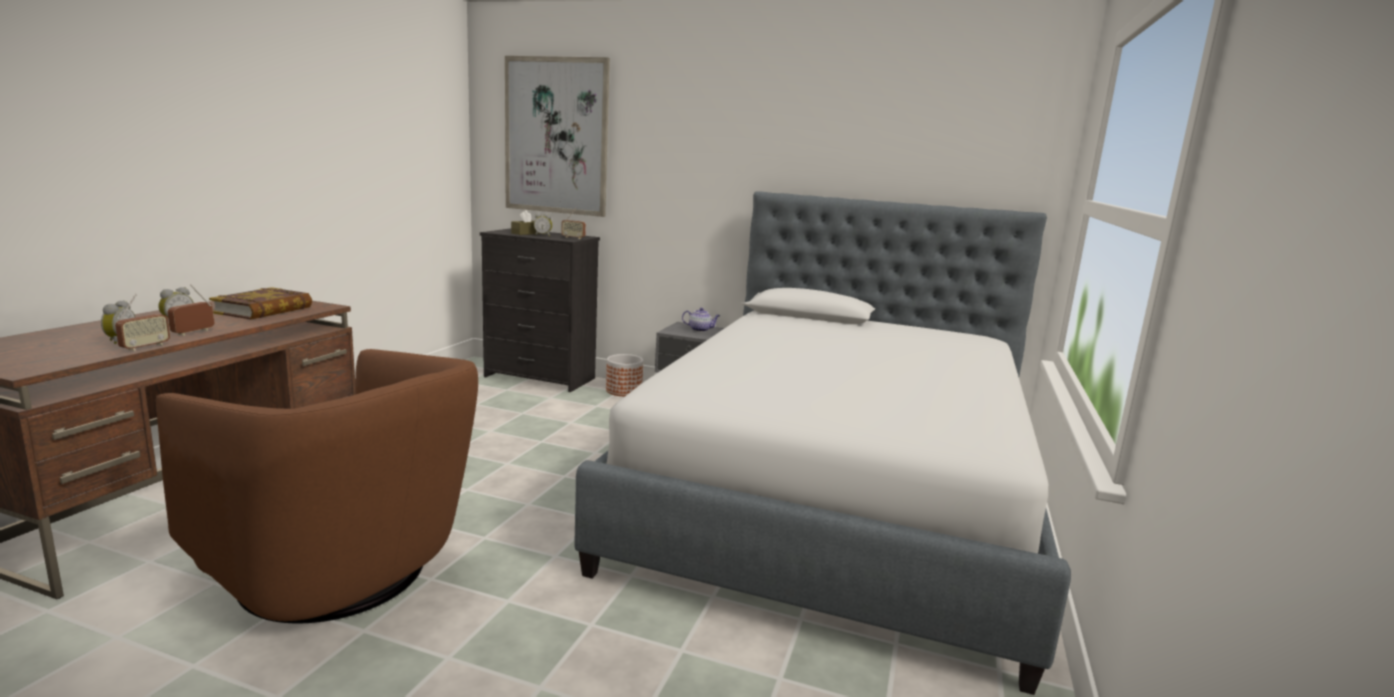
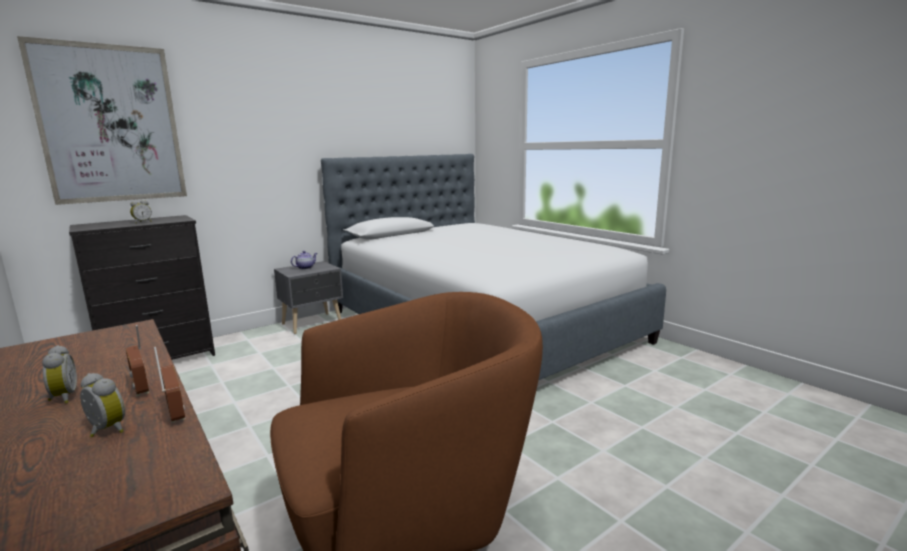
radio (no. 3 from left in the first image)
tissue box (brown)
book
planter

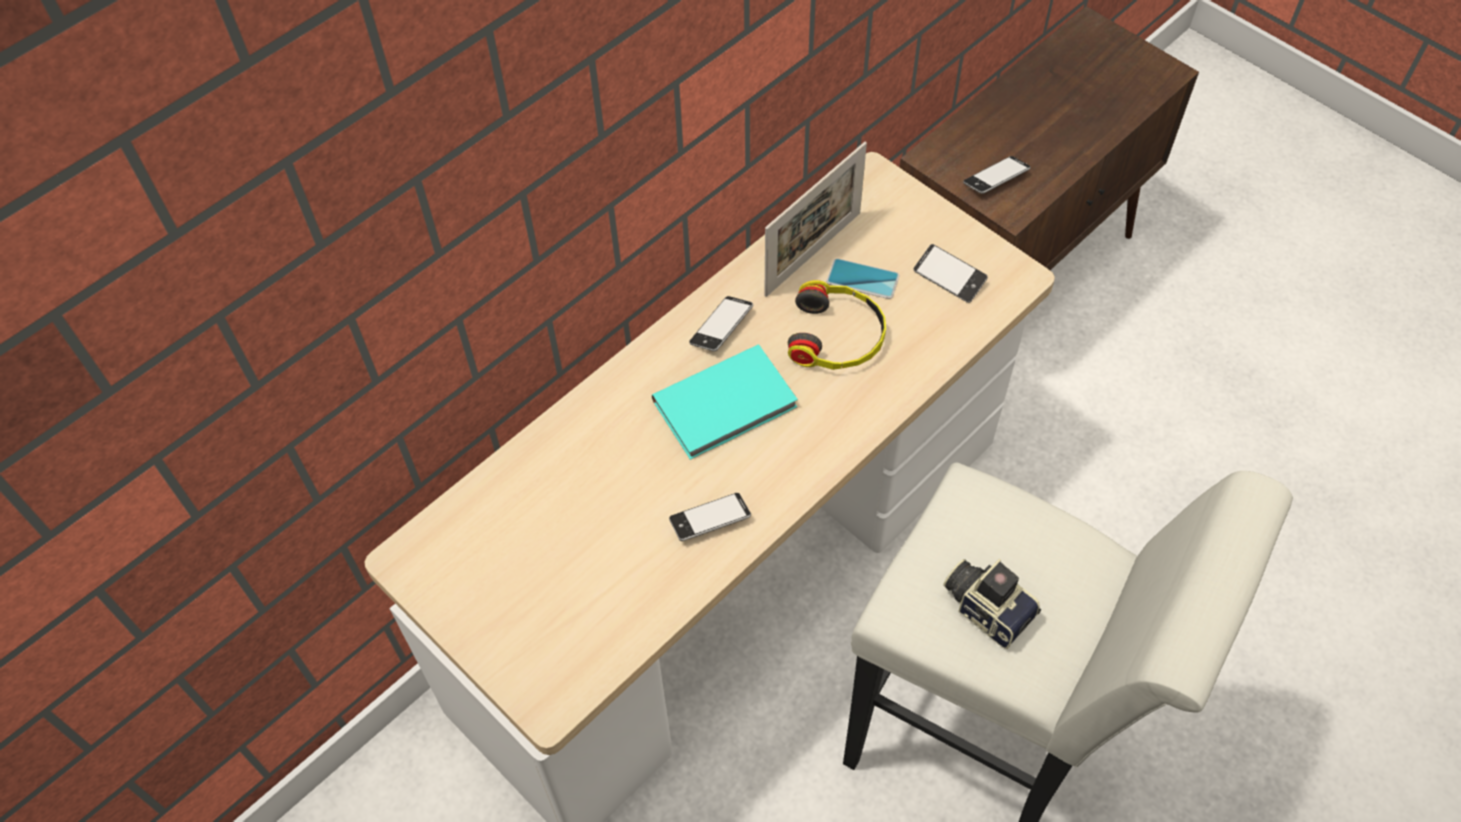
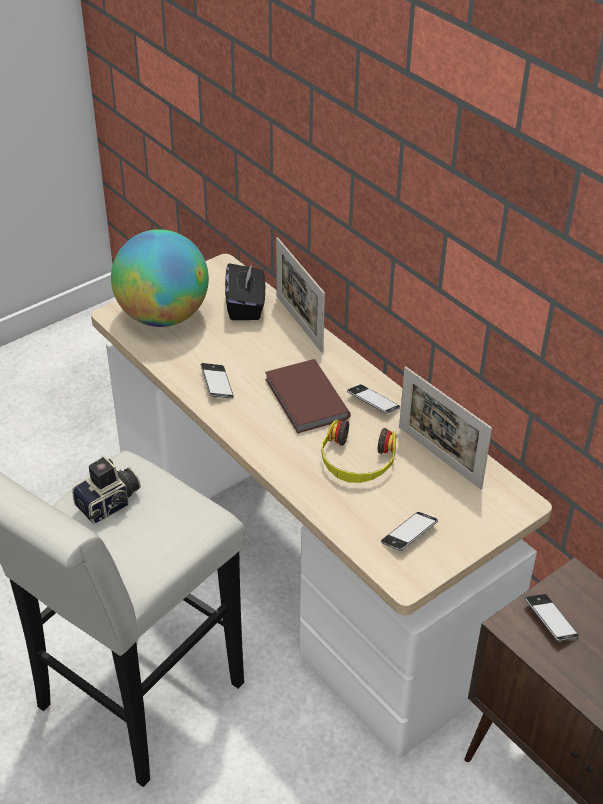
phone (no. 3 from left in the first image)
book (brown)
globe
picture frame (no. 1 from left)
tissue box (black)

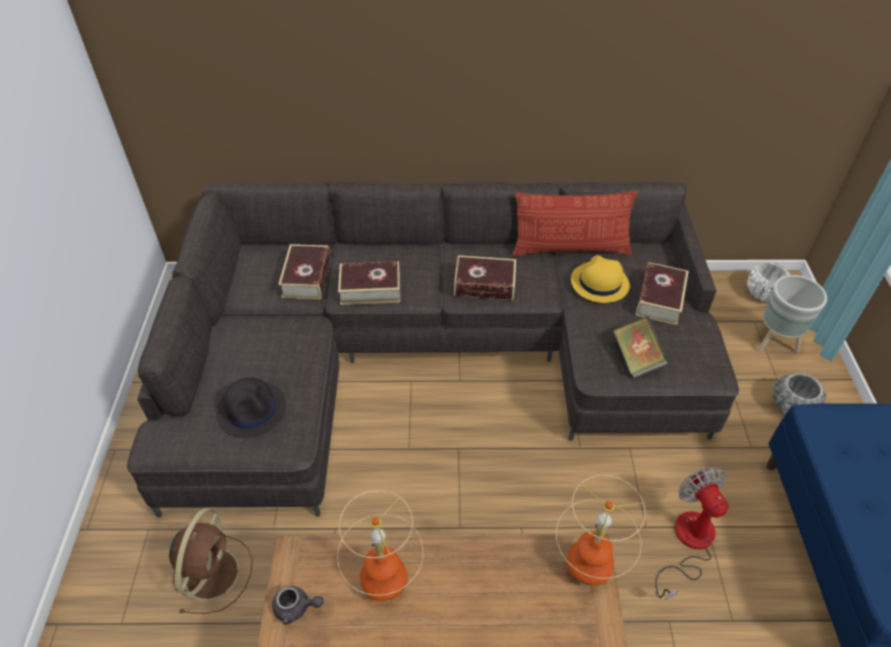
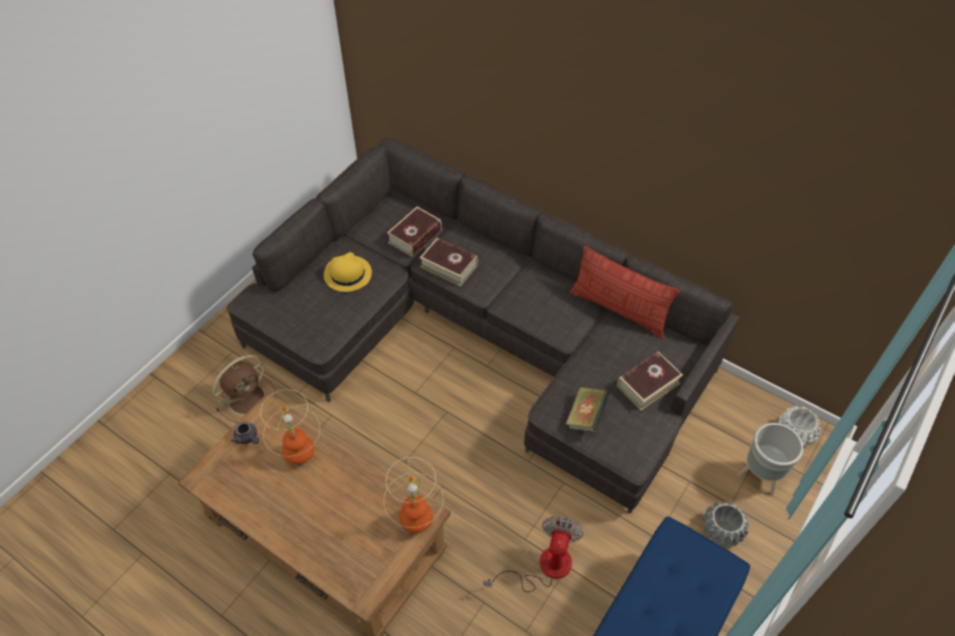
book (no. 3 from left in the first image)
hat (yellow)
hat (black)

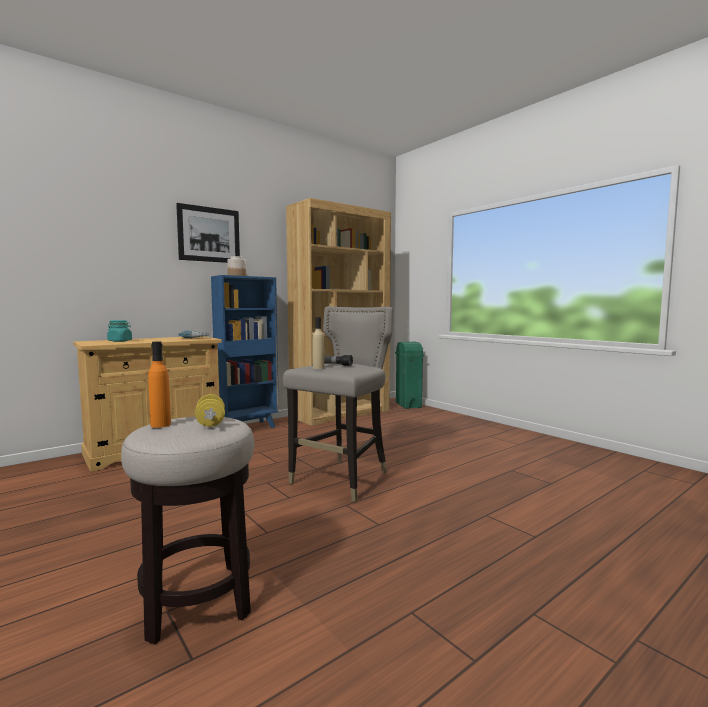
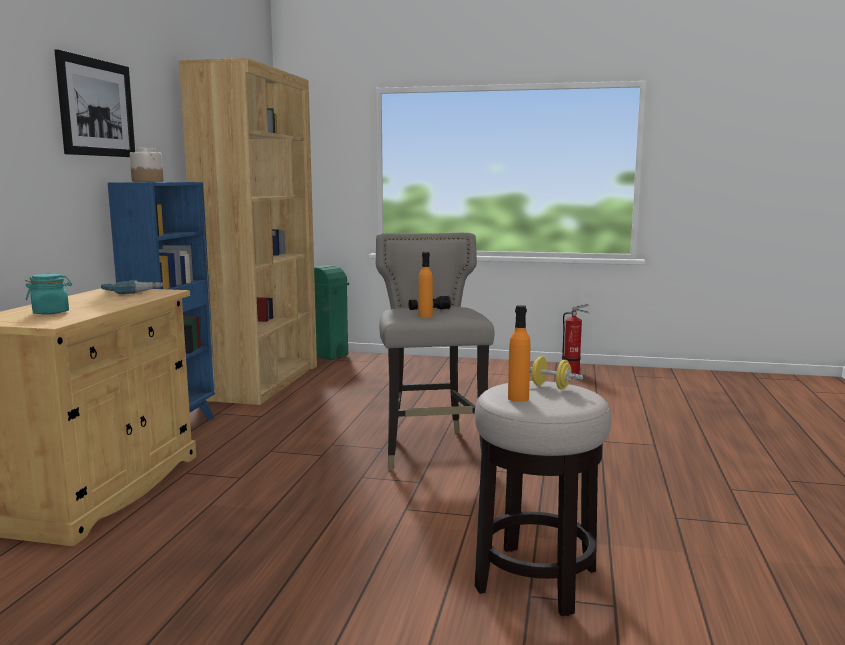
bottle (orange) (no. 1 from left)
fire extinguisher

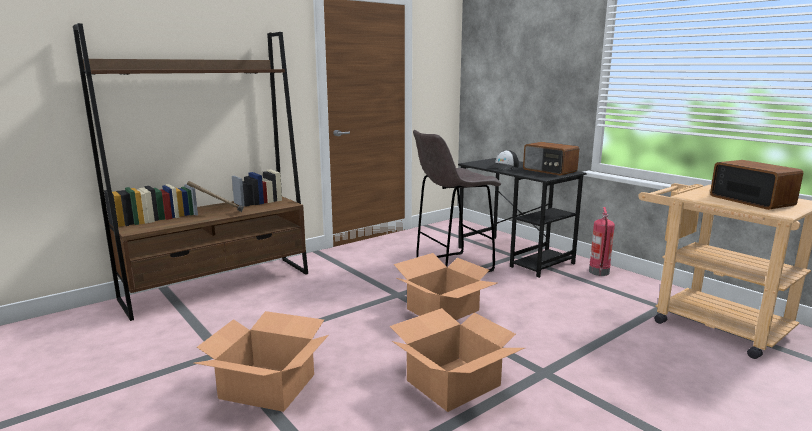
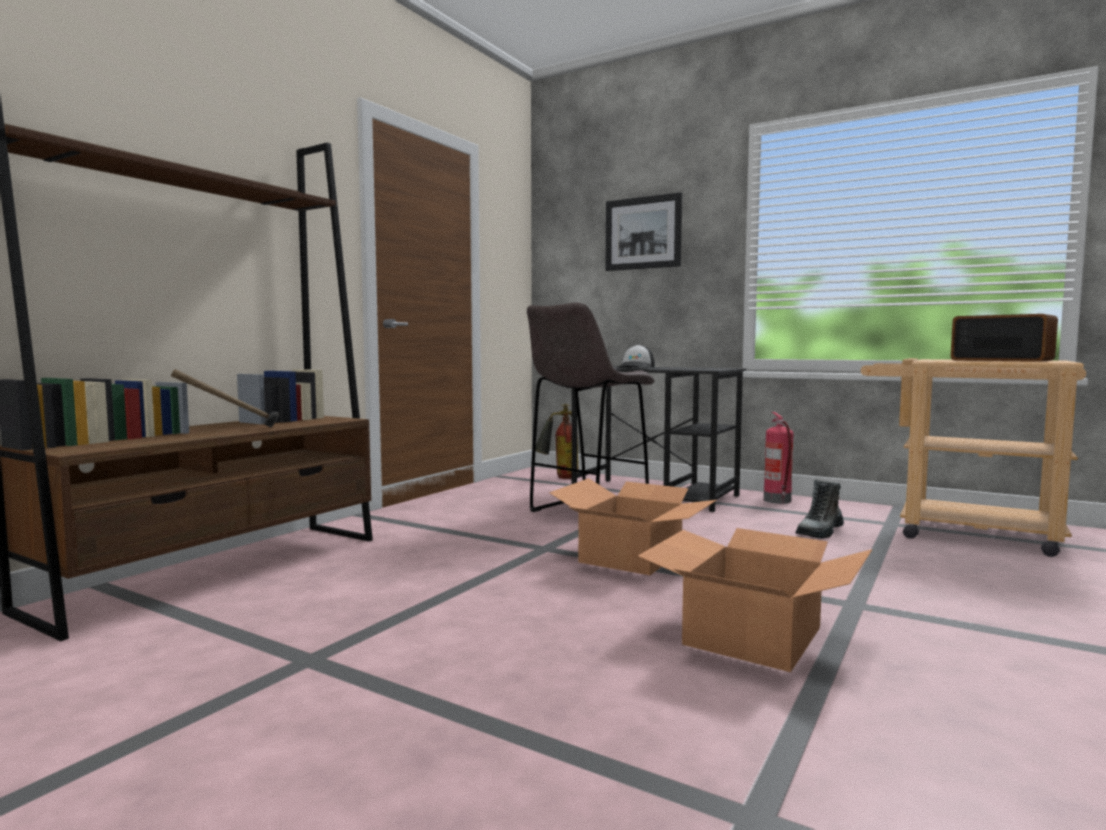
radio (no. 1 from left in the first image)
cardboard box (no. 1 from left in the first image)
picture
fire extinguisher (no. 1 from left)
boot

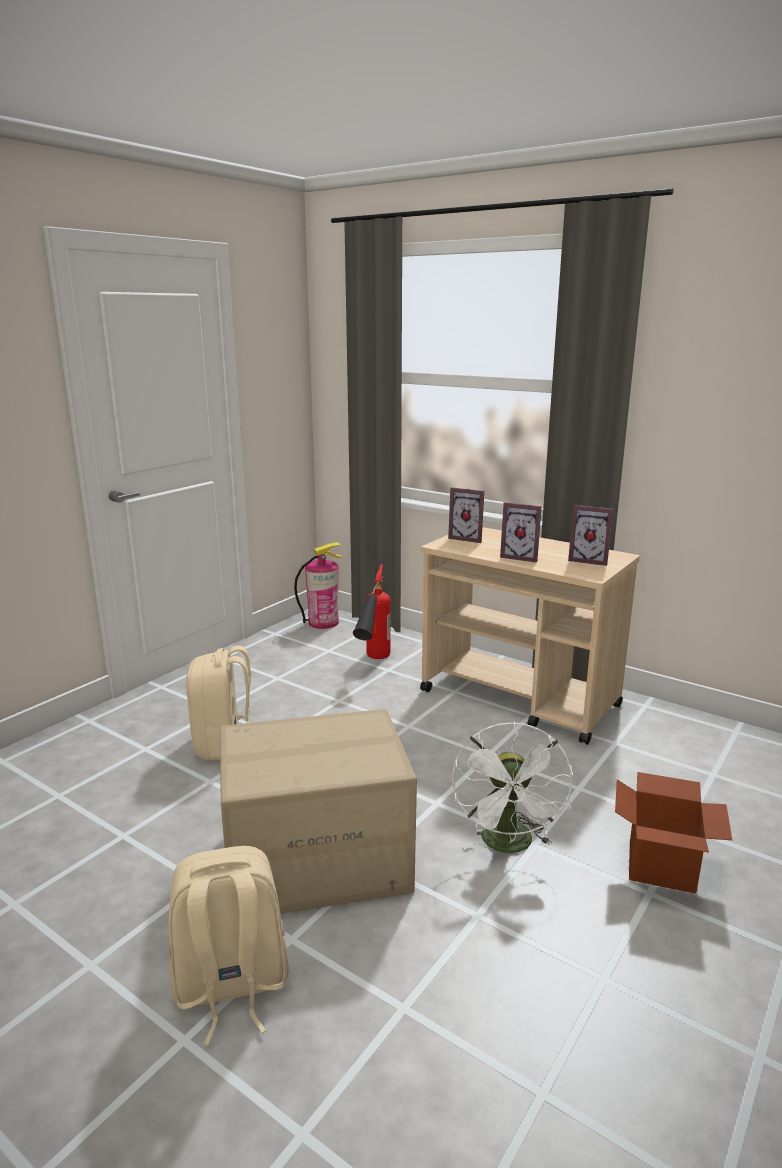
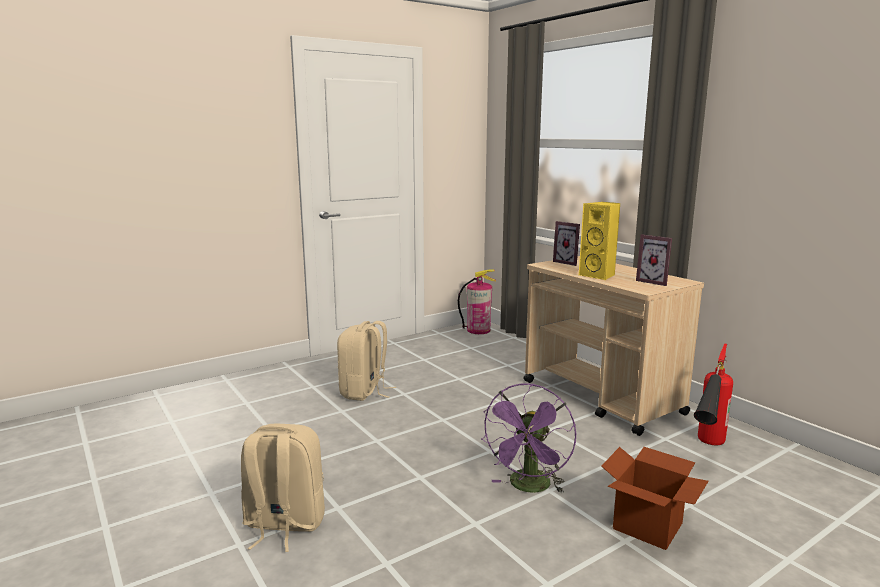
speaker (yellow)
fire extinguisher (no. 2 from left)
cardboard box (no. 1 from left in the first image)
fan (purple)

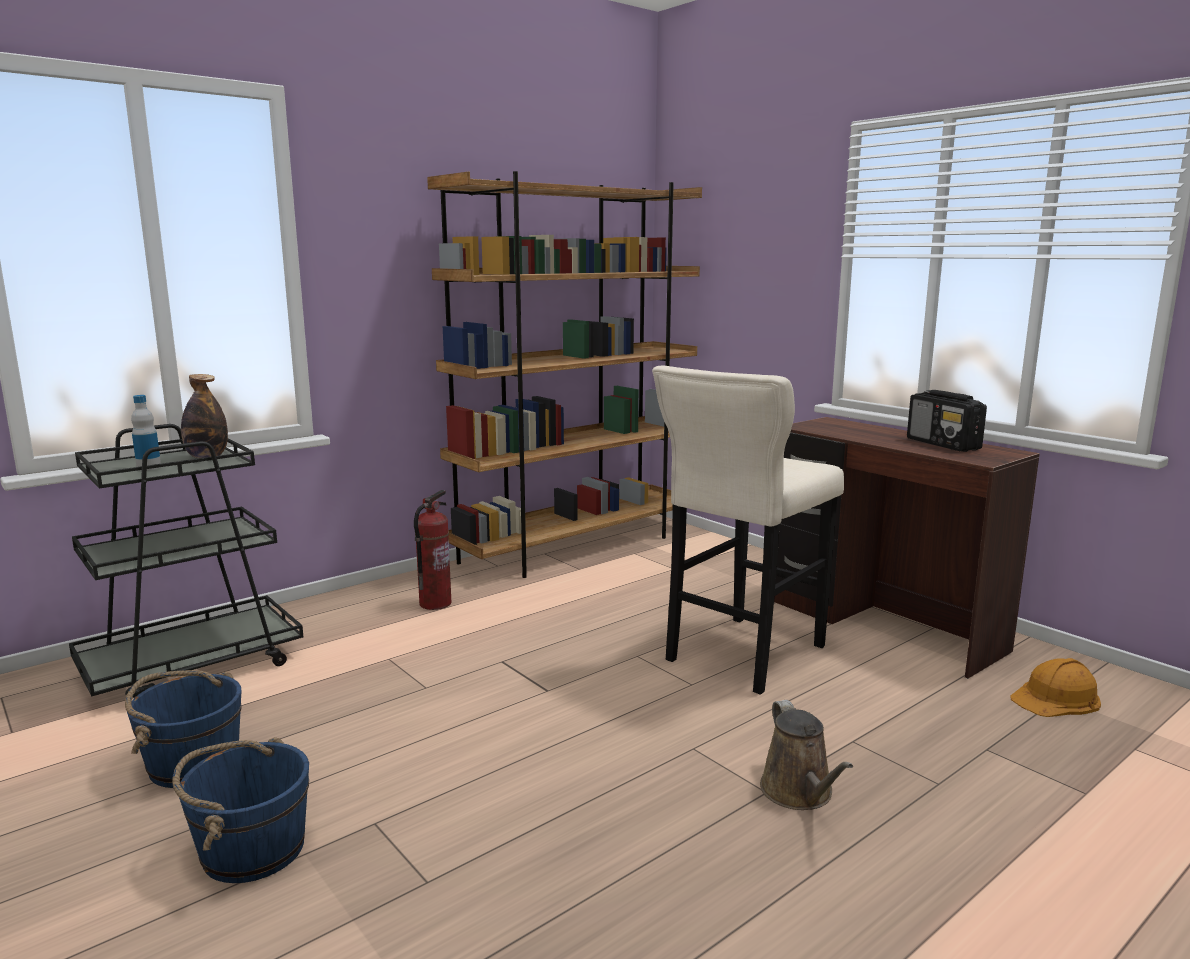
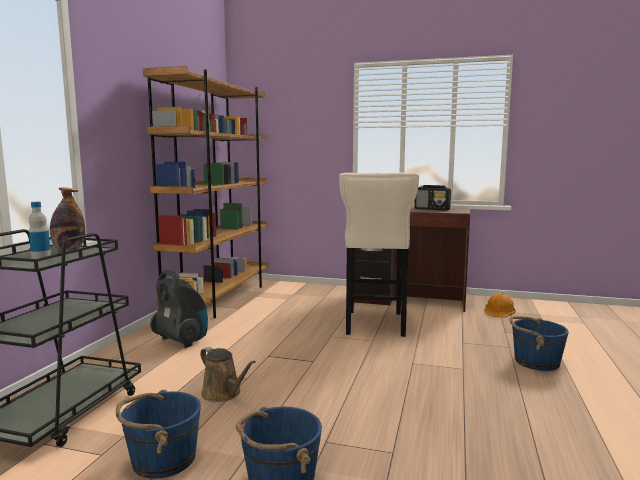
vacuum cleaner
watering can (brown)
bucket (blue) (no. 3 from left)

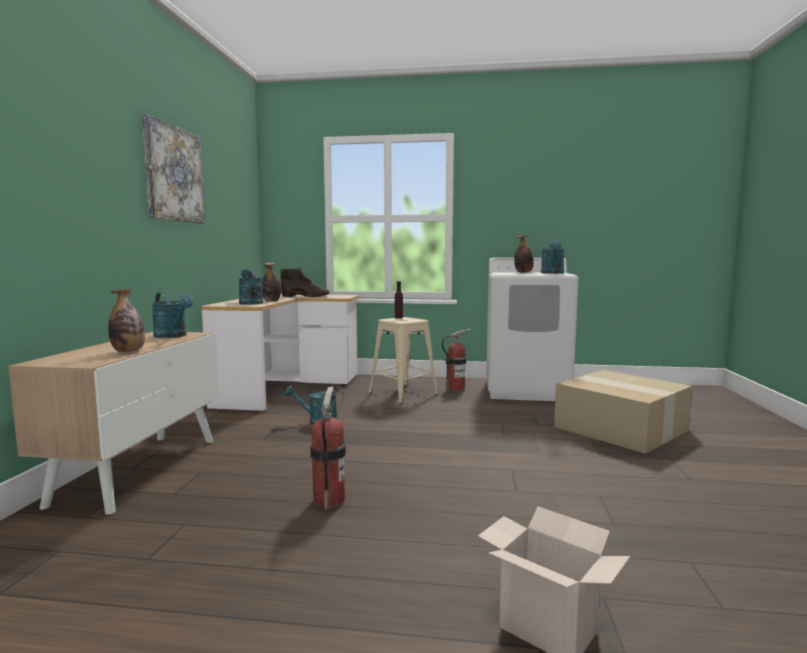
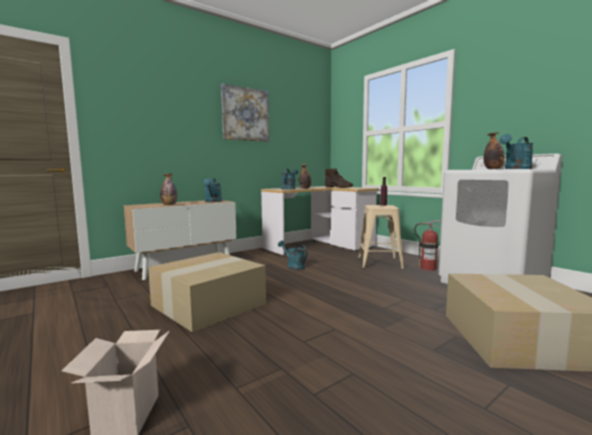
cardboard box (no. 2 from left)

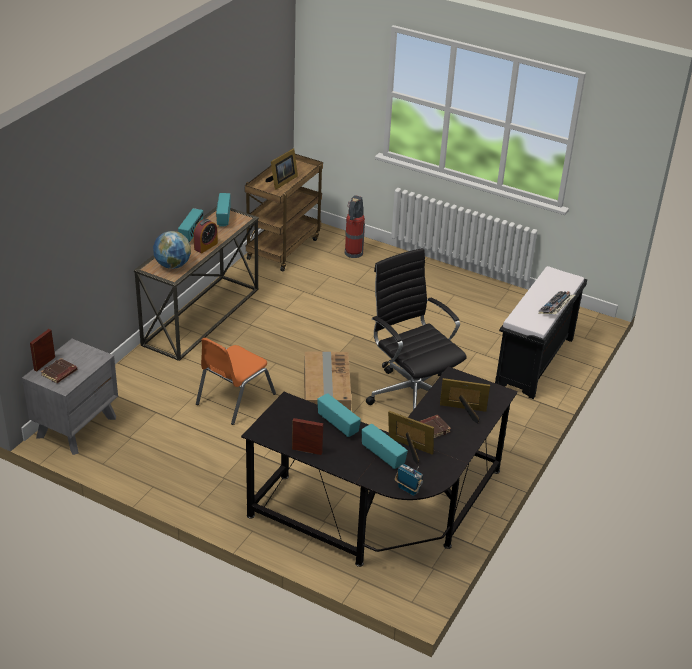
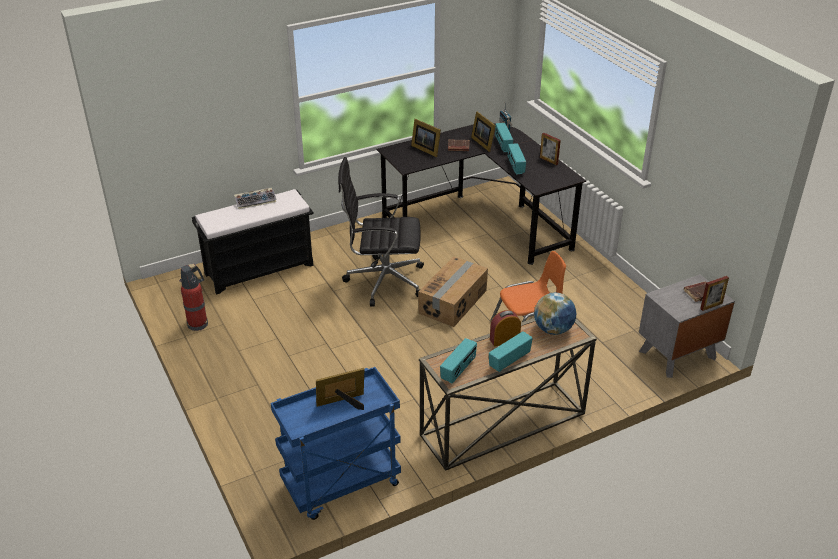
cart (blue)
fire extinguisher
office chair (black)

